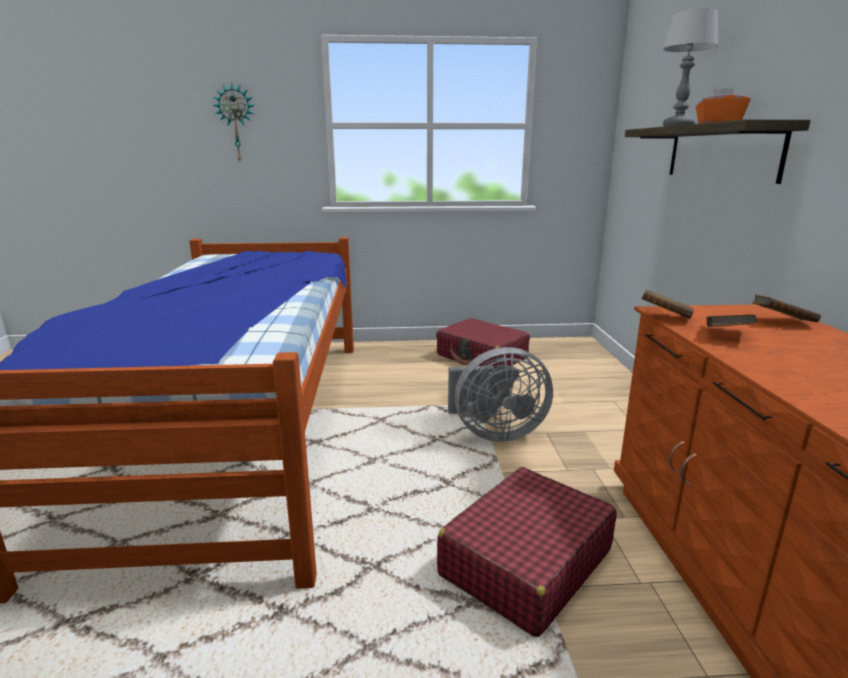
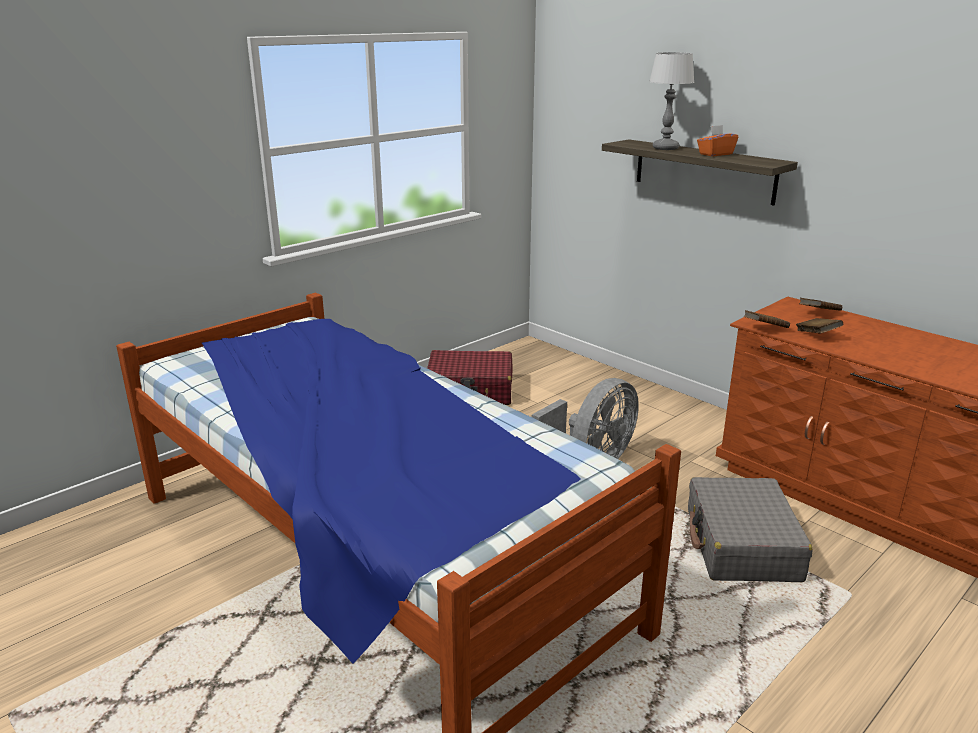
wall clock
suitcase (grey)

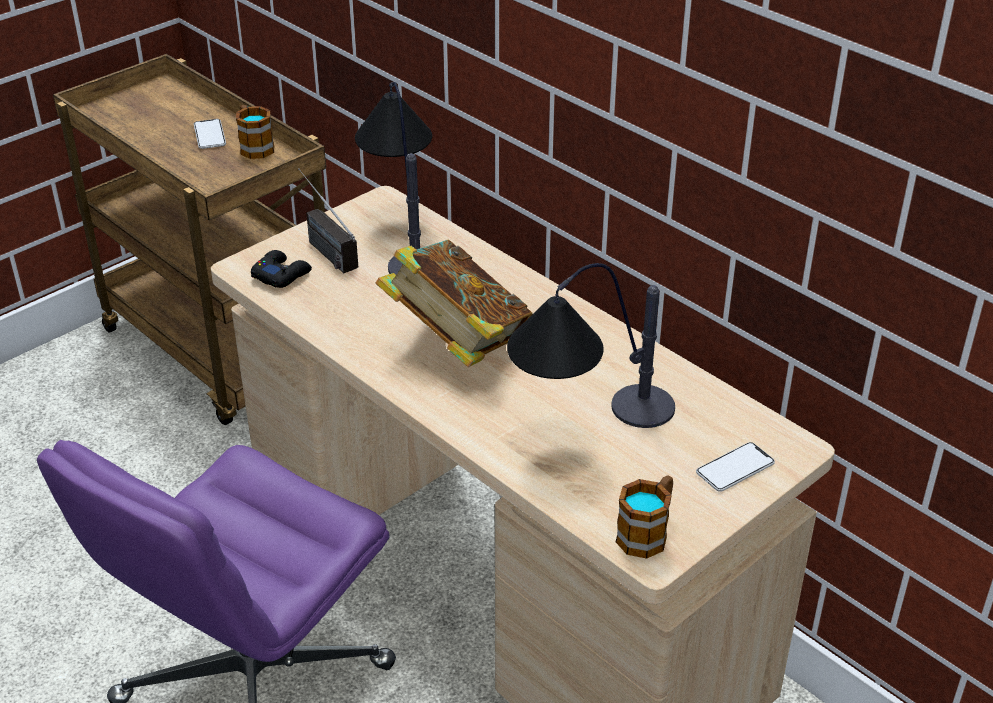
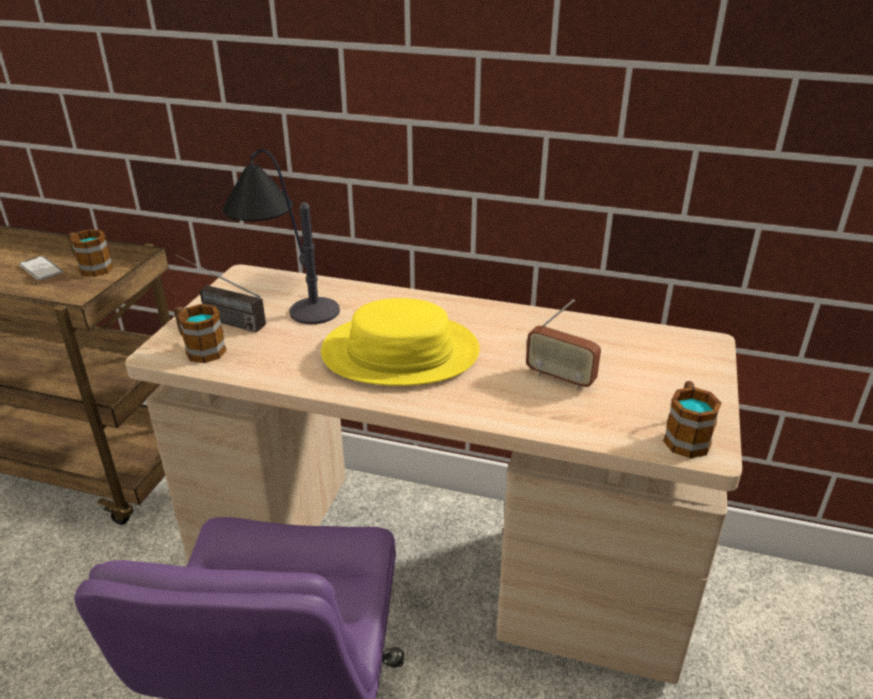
hat (yellow)
mug (no. 2 from left)
radio (no. 2 from left)
phone (no. 2 from left in the first image)

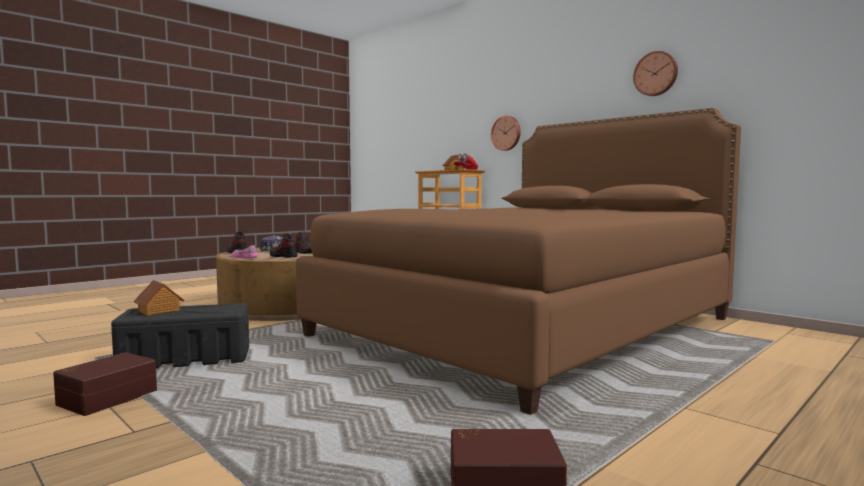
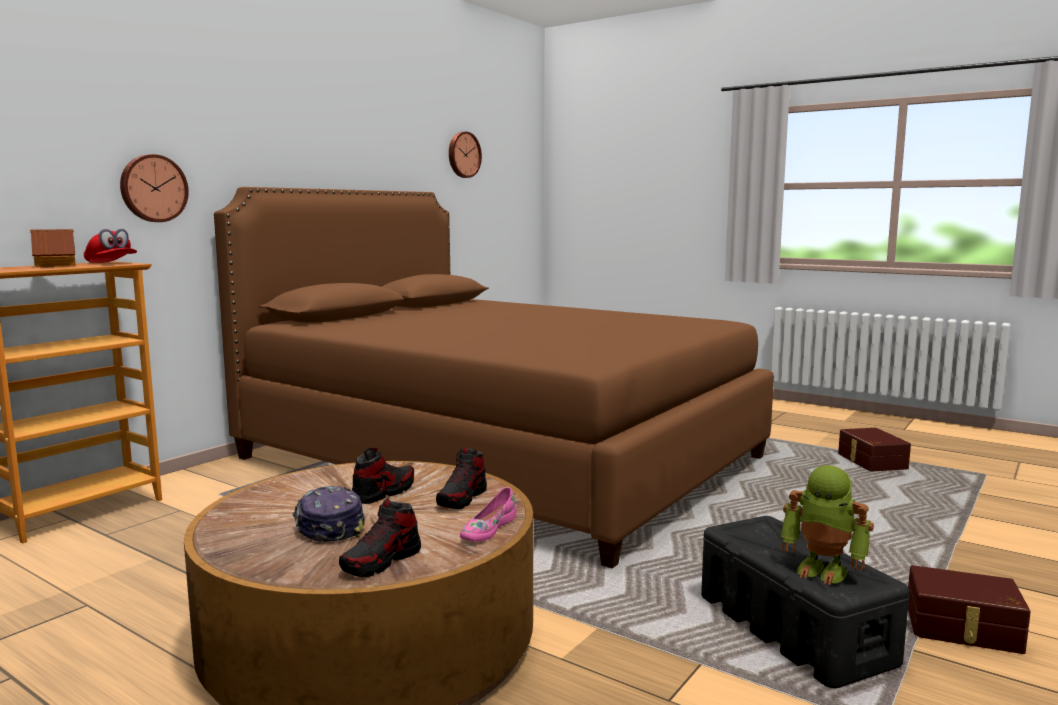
wall clock (no. 2 from left)
toy robot

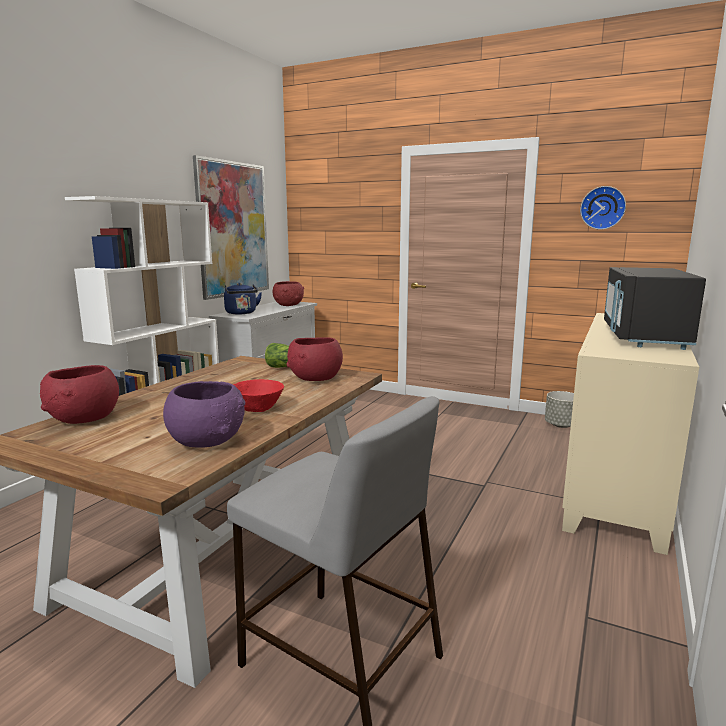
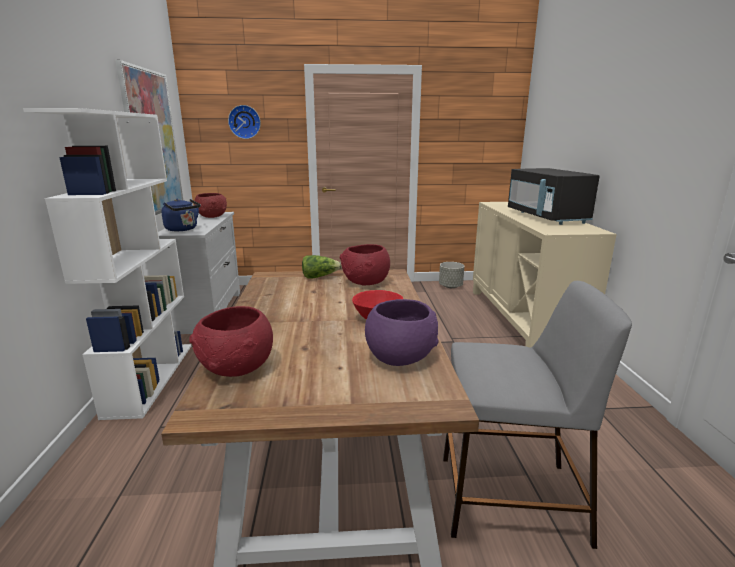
wall clock

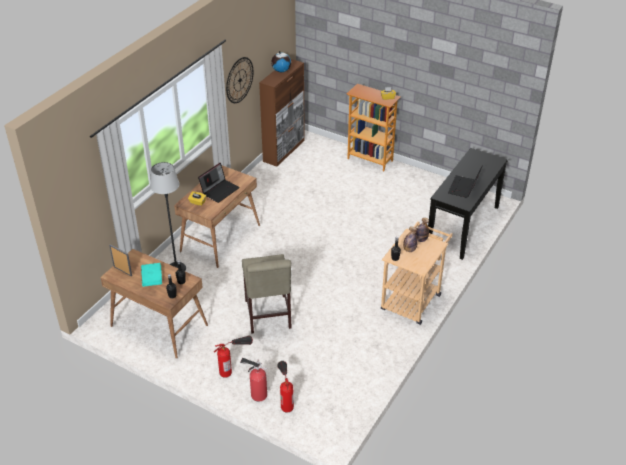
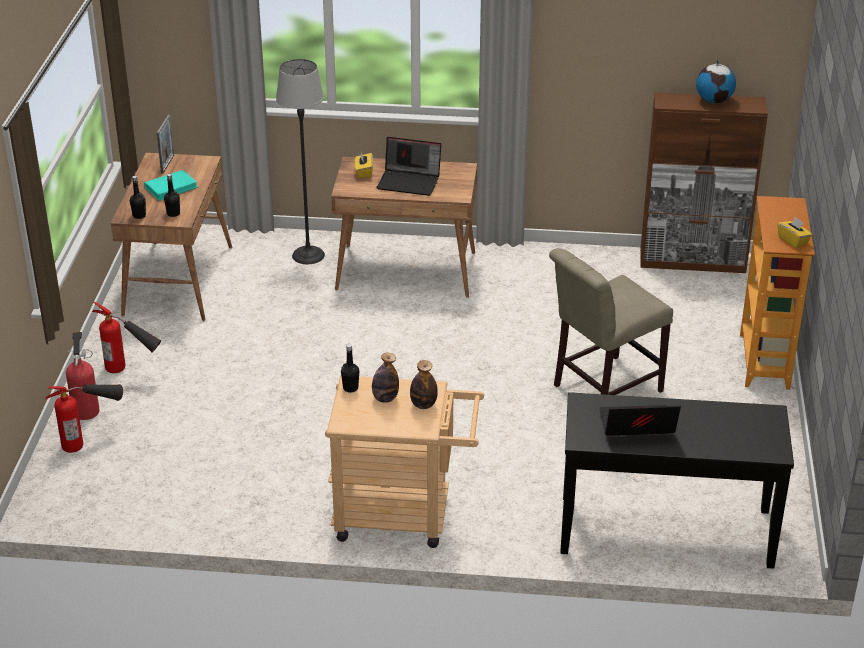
wall clock
chair (beige)

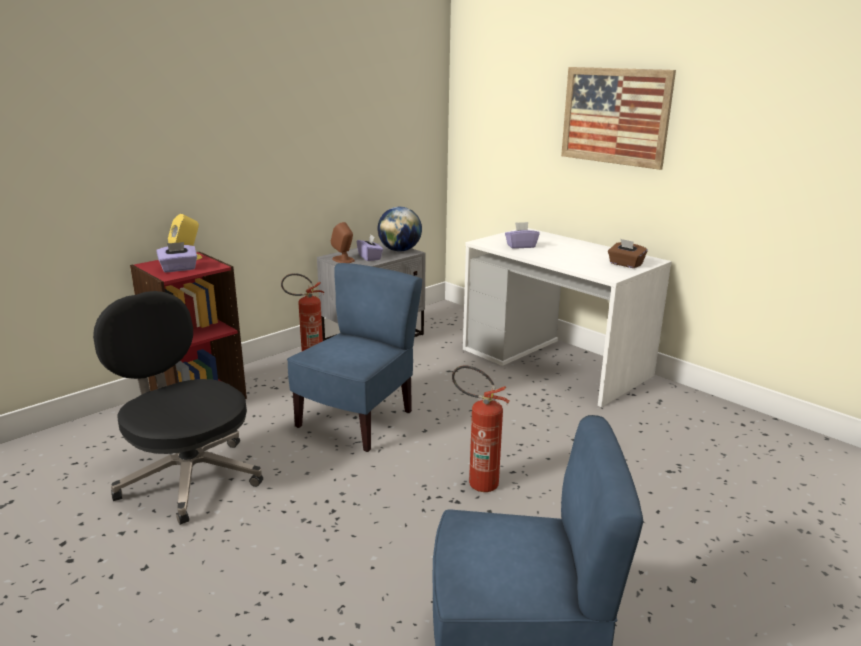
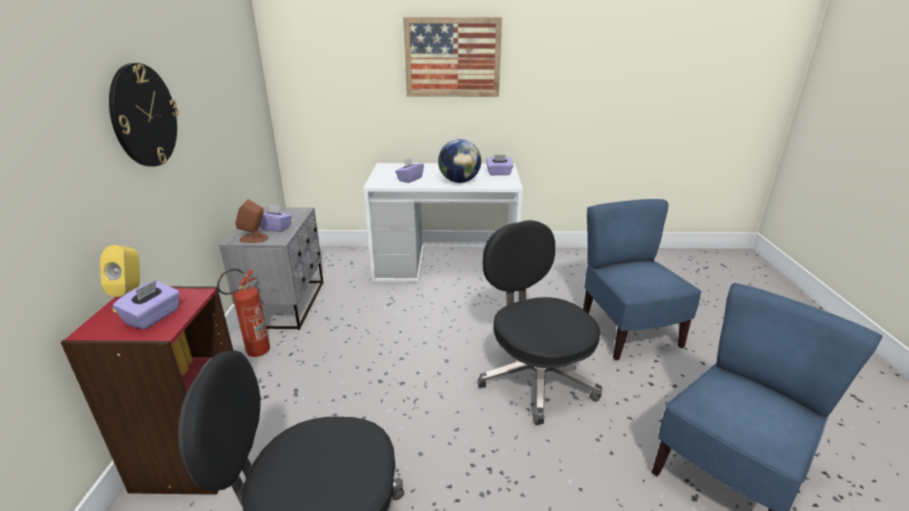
globe
tissue box (purple) (no. 4 from left)
chair (blue) (no. 1 from left)
office chair (black) (no. 2 from left)
wall clock

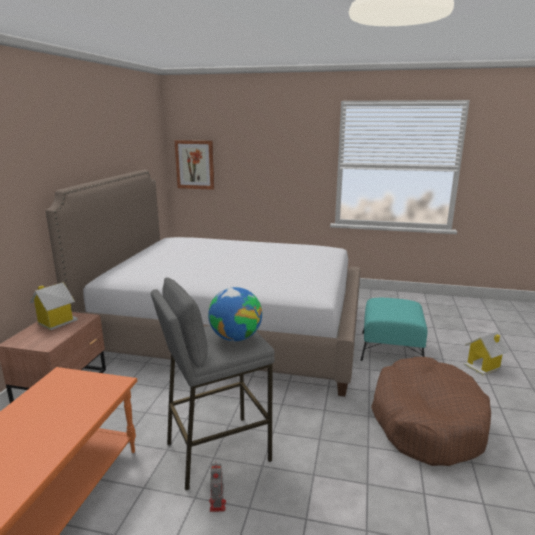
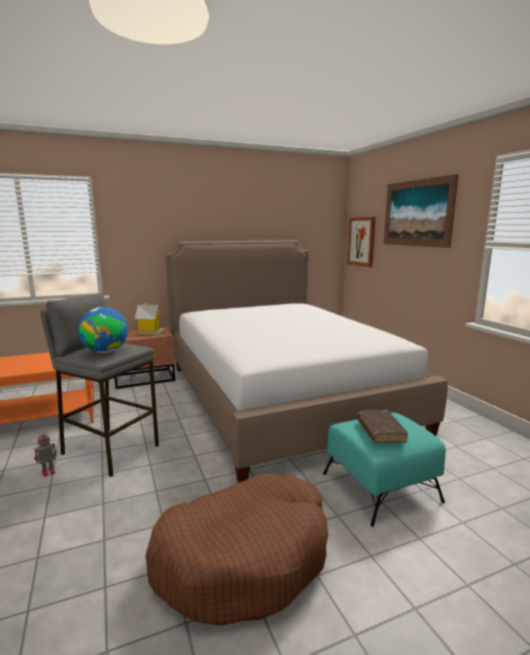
toy house (no. 2 from left in the first image)
picture (no. 2 from left)
book (brown)

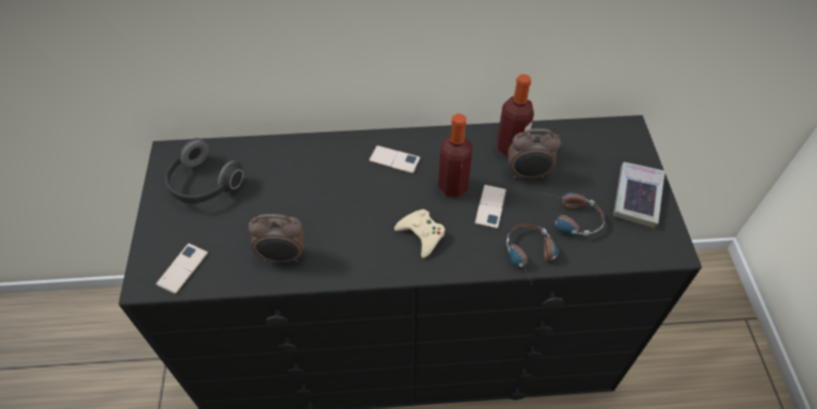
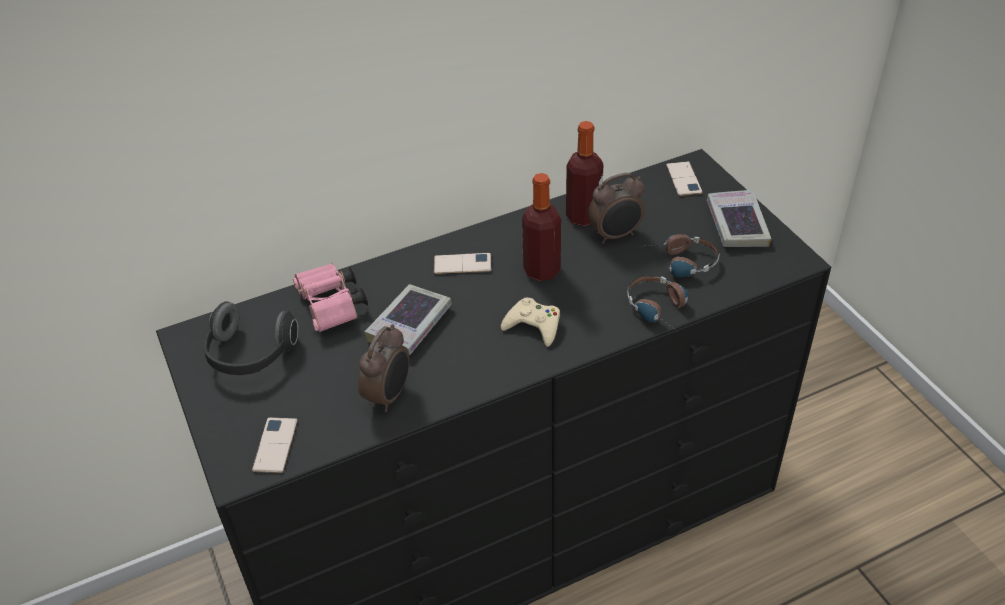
phone (no. 3 from left)
alarm clock (no. 1 from left)
binoculars (pink)
book (no. 1 from left)

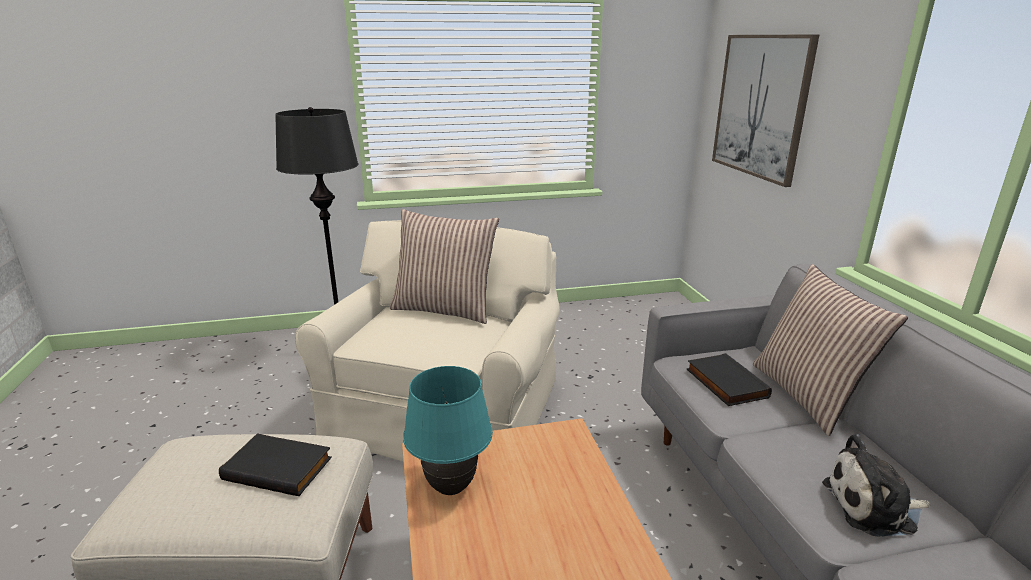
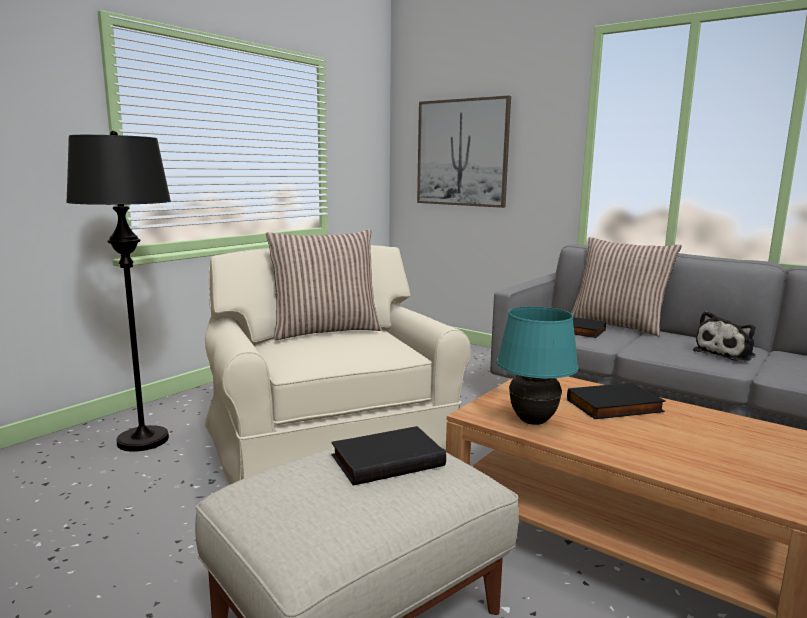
book (black) (no. 3 from left)

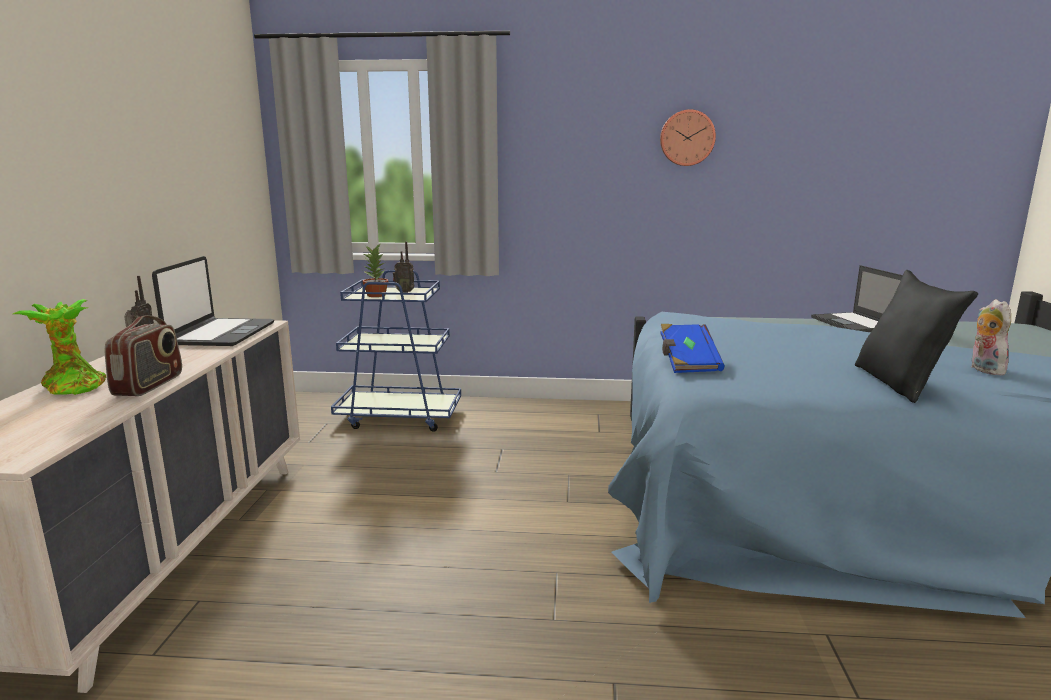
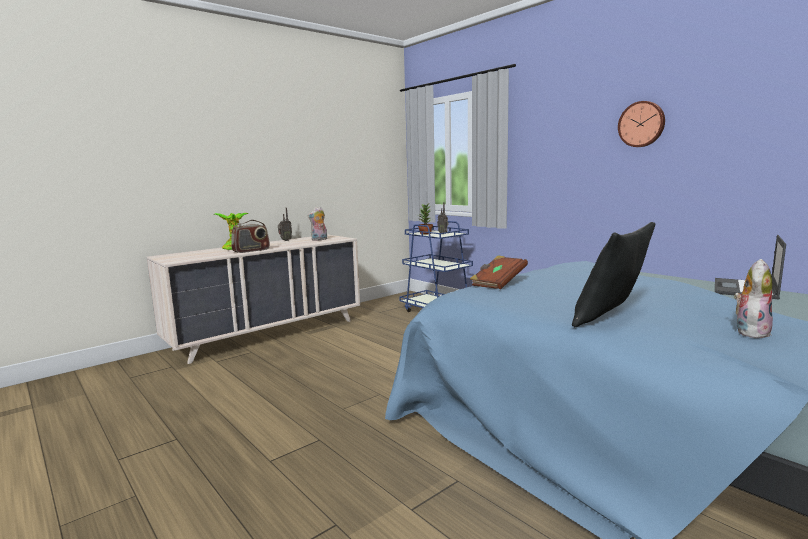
plush toy (no. 1 from left)
book (brown)

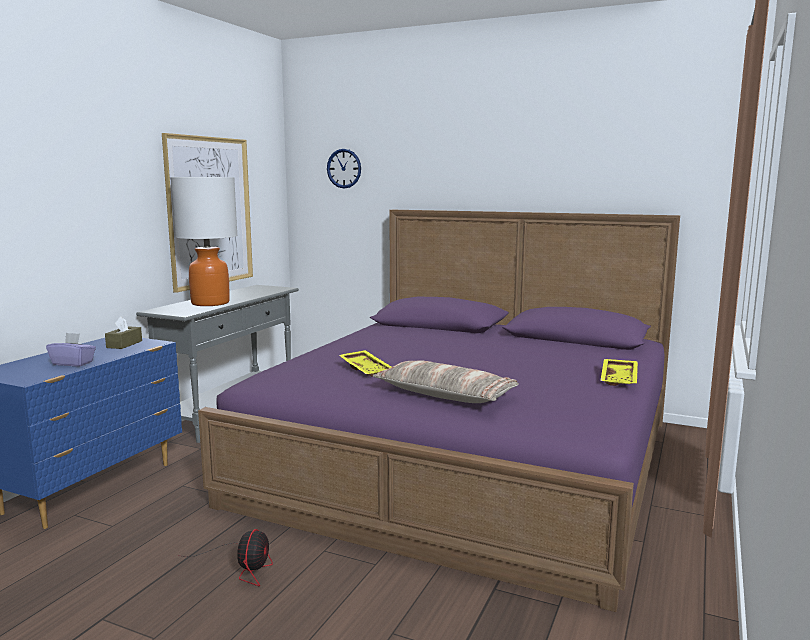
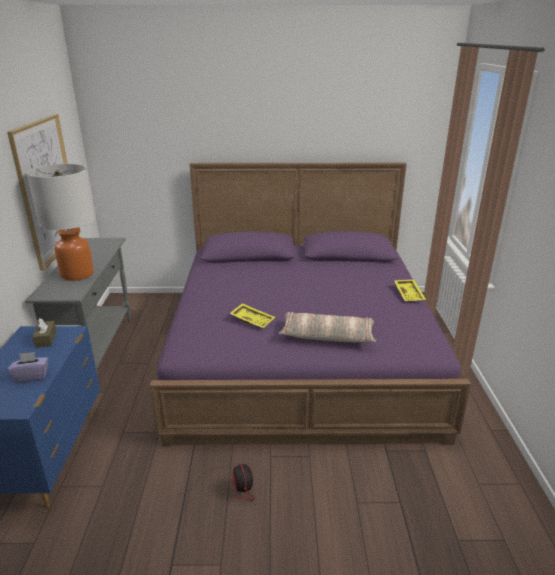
wall clock

